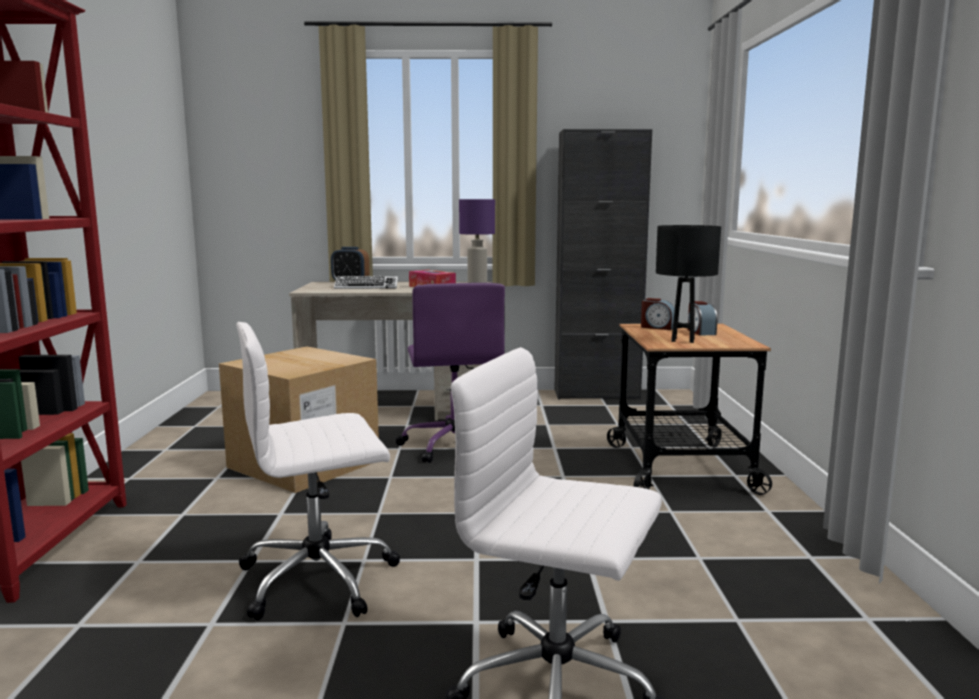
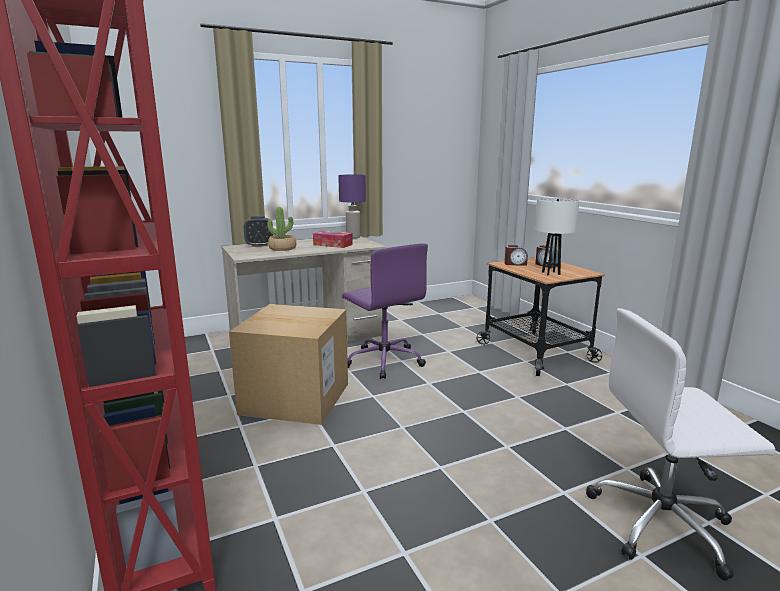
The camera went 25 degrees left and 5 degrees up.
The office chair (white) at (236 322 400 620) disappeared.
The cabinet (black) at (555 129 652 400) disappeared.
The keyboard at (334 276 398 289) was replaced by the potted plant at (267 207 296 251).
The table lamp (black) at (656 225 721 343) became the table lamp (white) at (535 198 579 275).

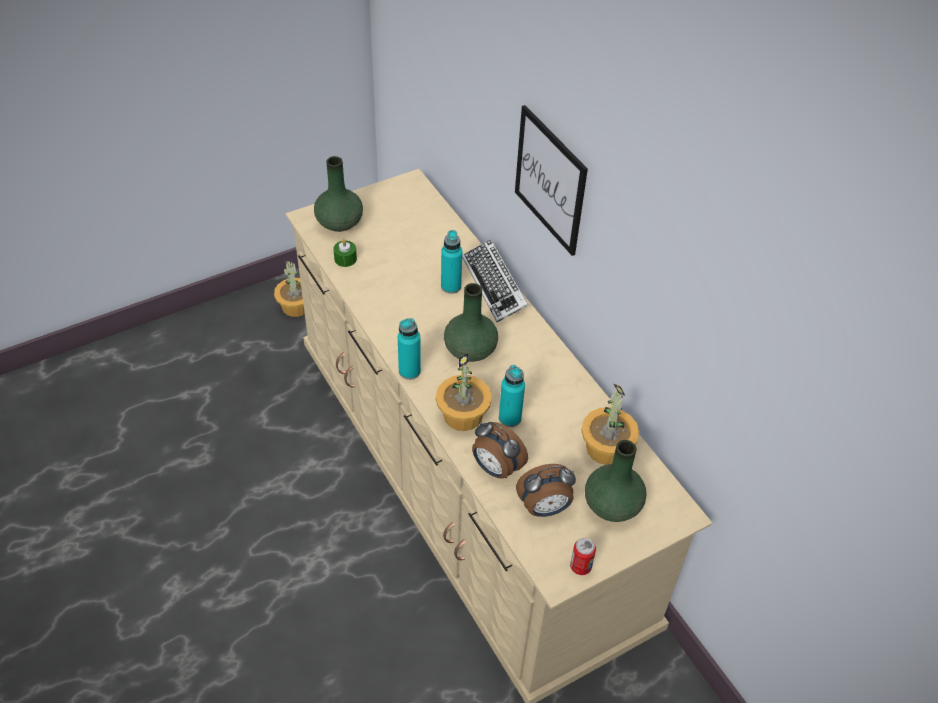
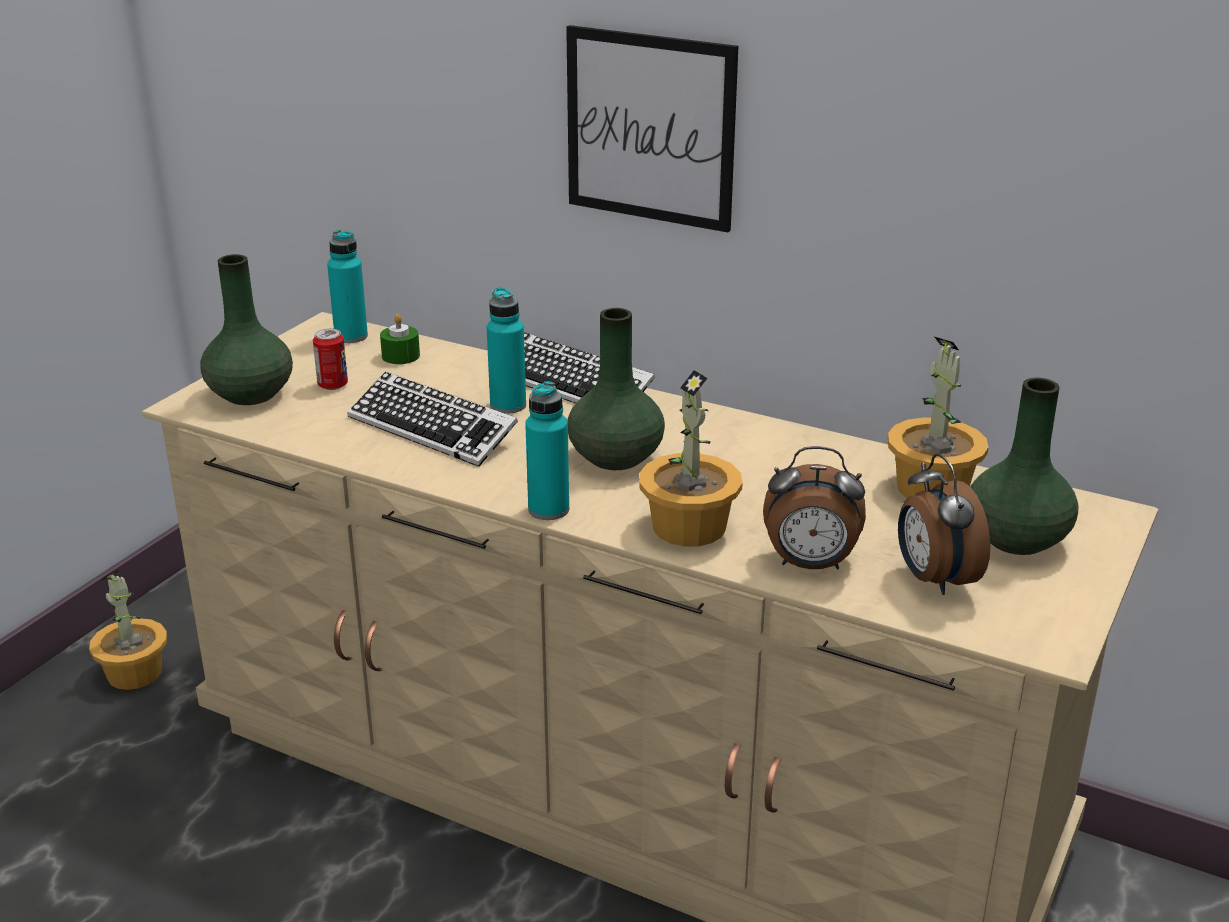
The camera went 30 degrees left and 20 degrees down.
The keyboard at (347 371 518 467) appeared.
The candle (green) moved from (333 239 357 267) to (380 314 420 364).
The bottle (turquoise) moved from (499 365 525 427) to (327 230 368 343).
The can moved from (570 538 596 575) to (313 328 348 390).
The alarm clock at (516 464 576 517) turned 120 degrees clockwise.

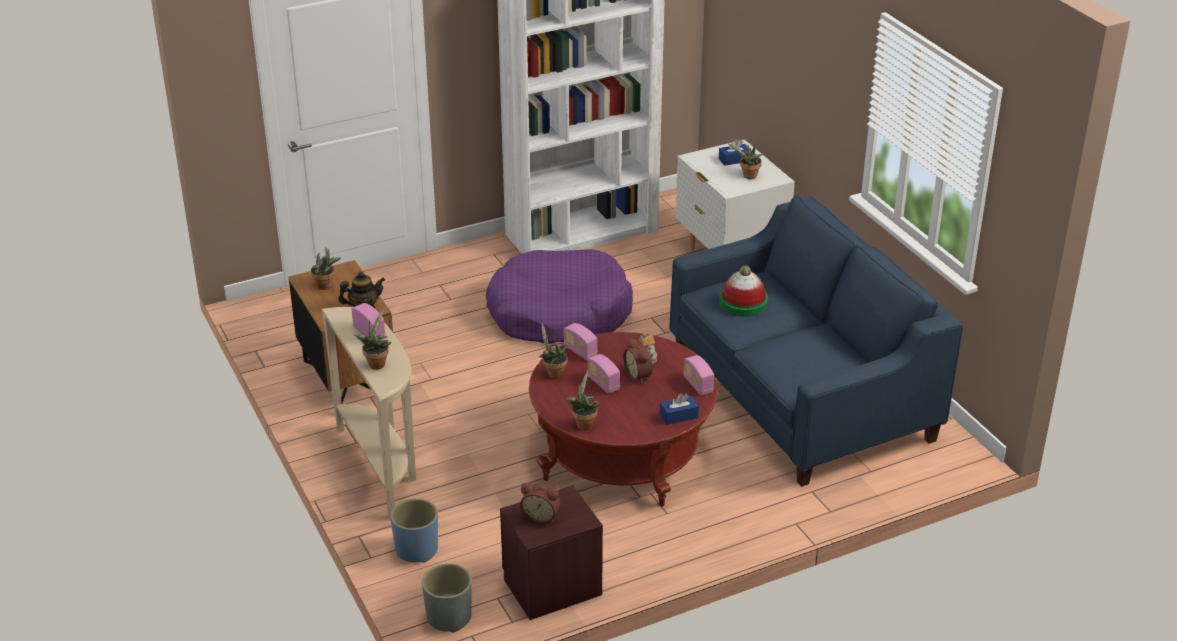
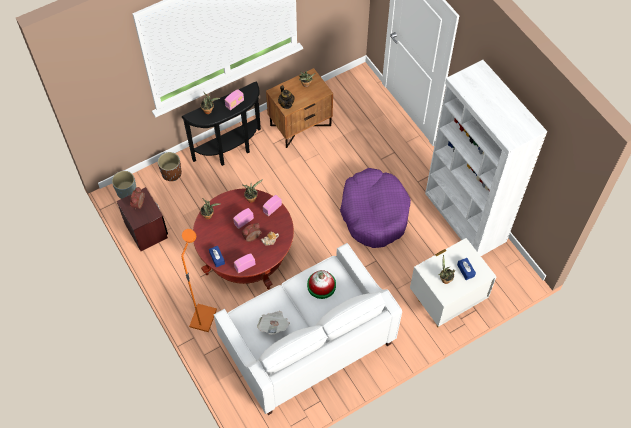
The camera went 85 degrees right and 25 degrees up.
The floor lamp (orange) at (181 229 217 332) appeared.
The newspaper at (257 311 290 335) appeared.
The console table (beige) at (322 307 416 520) became the console table (black) at (182 82 261 166).
The planter (blue) at (390 498 438 563) became the planter (brown) at (158 152 182 181).
The sofa (blue) at (669 195 963 487) became the sofa (white) at (214 243 402 415).

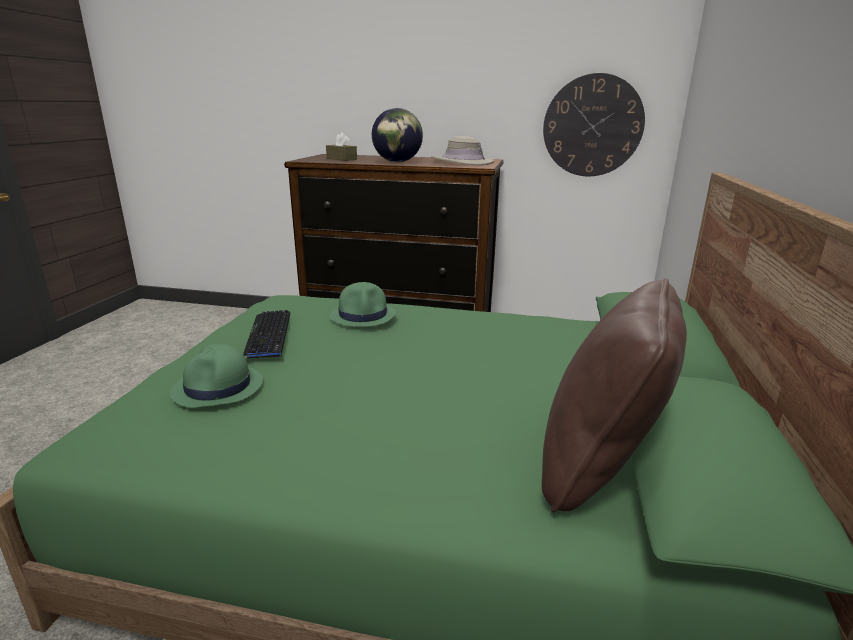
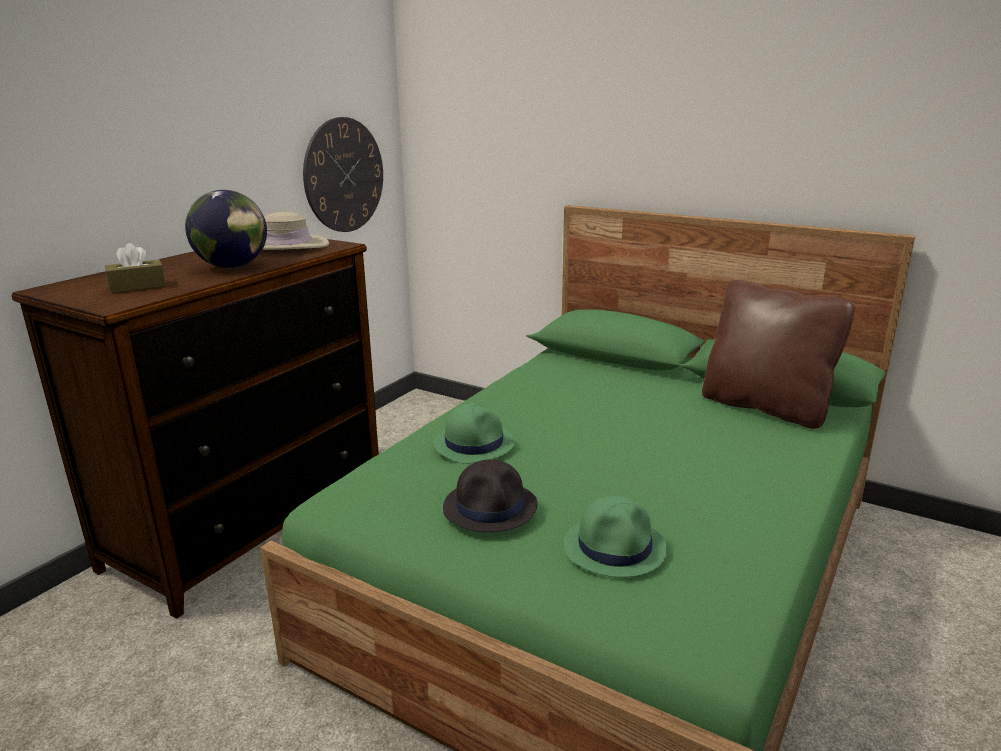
The camera went 70 degrees left and 0 degrees up.
The keyboard at (243 310 290 358) was replaced by the hat (black) at (443 459 538 532).

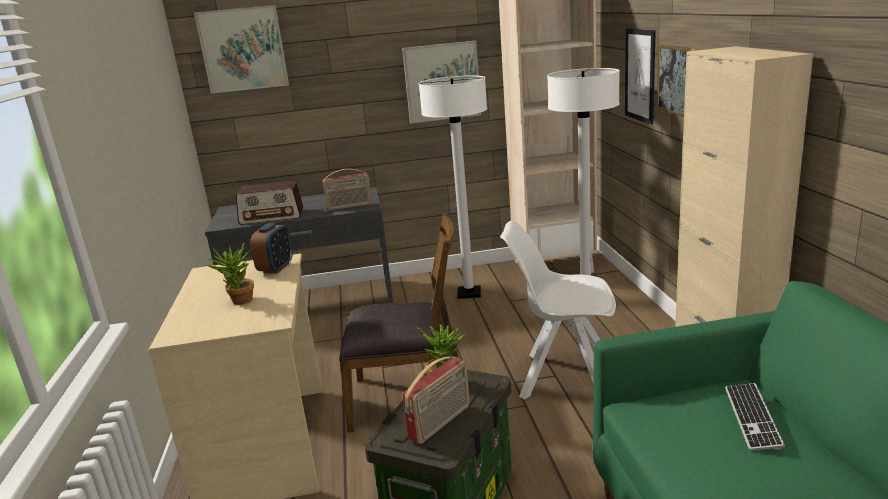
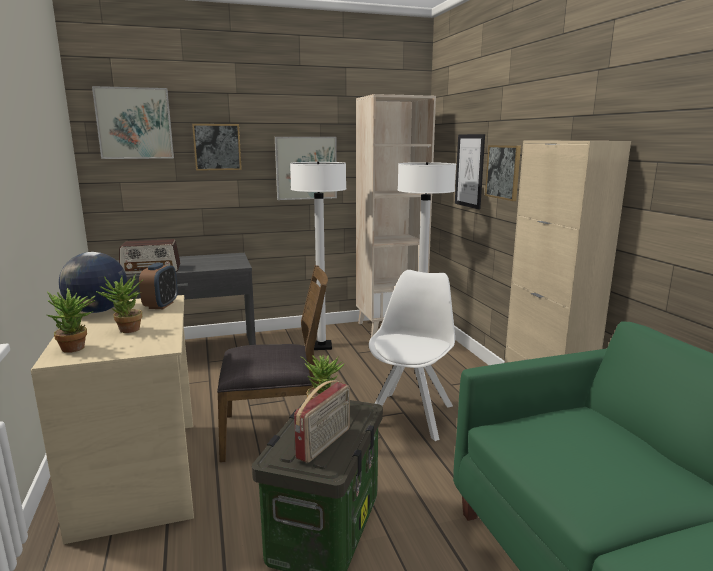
The camera went 10 degrees left and 5 degrees down.
The radio at (323 169 372 210) disappeared.
The keyboard at (725 383 785 450) disappeared.
The potted plant at (47 288 95 353) appeared.
The globe at (59 252 127 313) appeared.
The picture at (192 124 242 171) appeared.
The chair (white) at (500 221 616 399) turned 105 degrees clockwise.

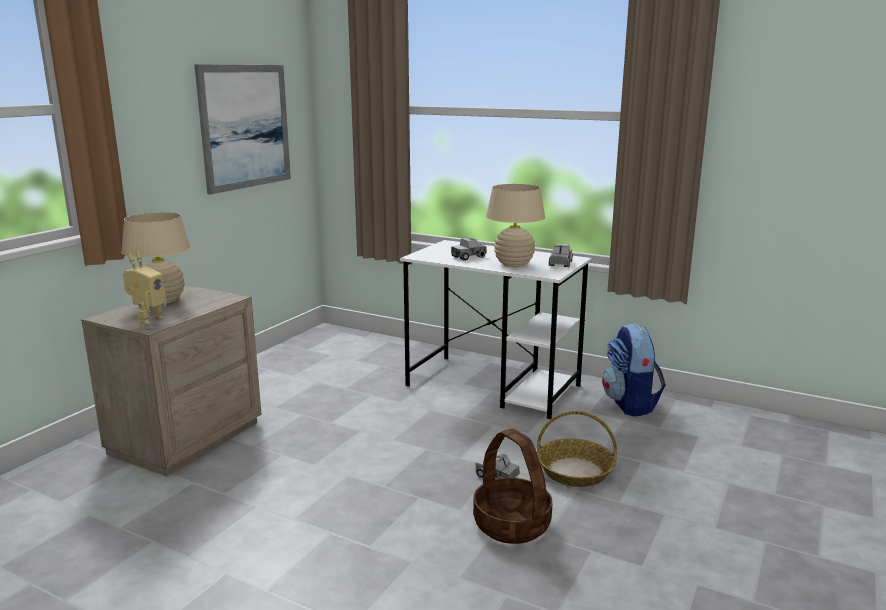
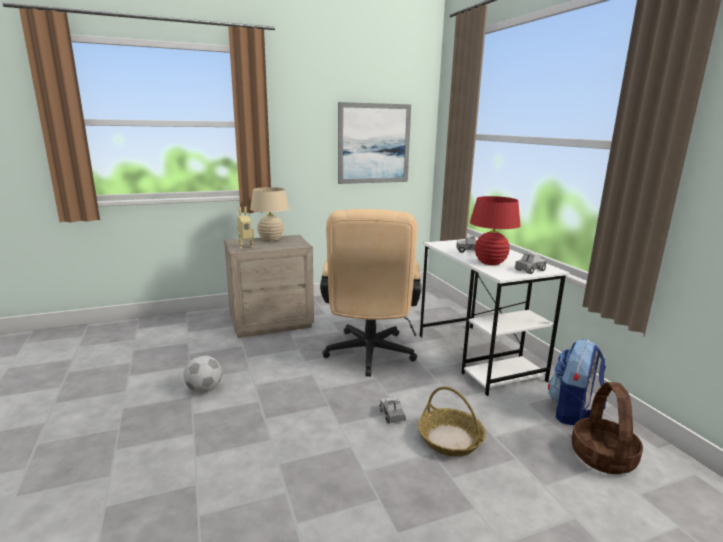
The camera went 40 degrees right and 0 degrees up.
The football at (184 355 222 393) appeared.
The office chair (beige) at (320 209 421 377) appeared.
The basket moved from (473 428 553 544) to (571 382 643 474).
The table lamp (beige) at (486 184 545 267) became the table lamp (red) at (470 196 520 265).

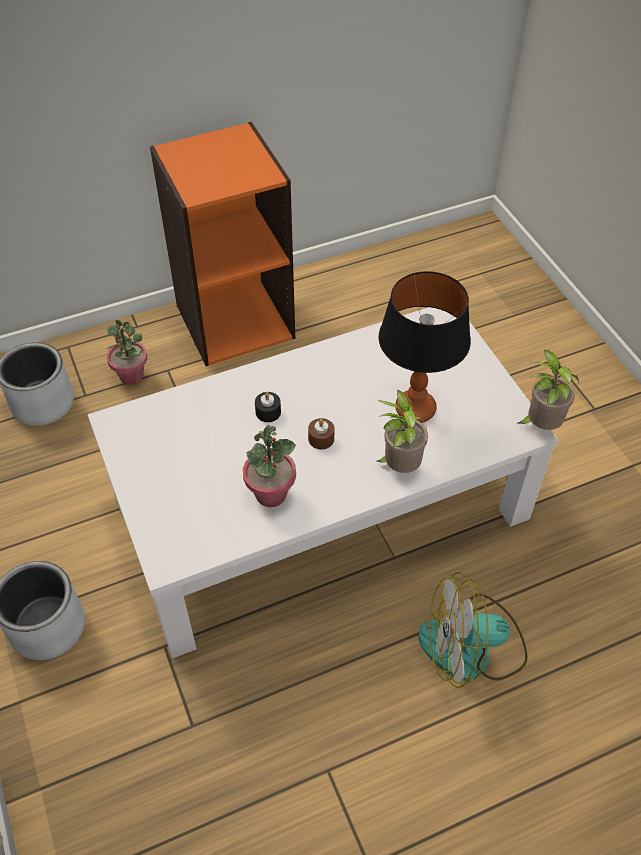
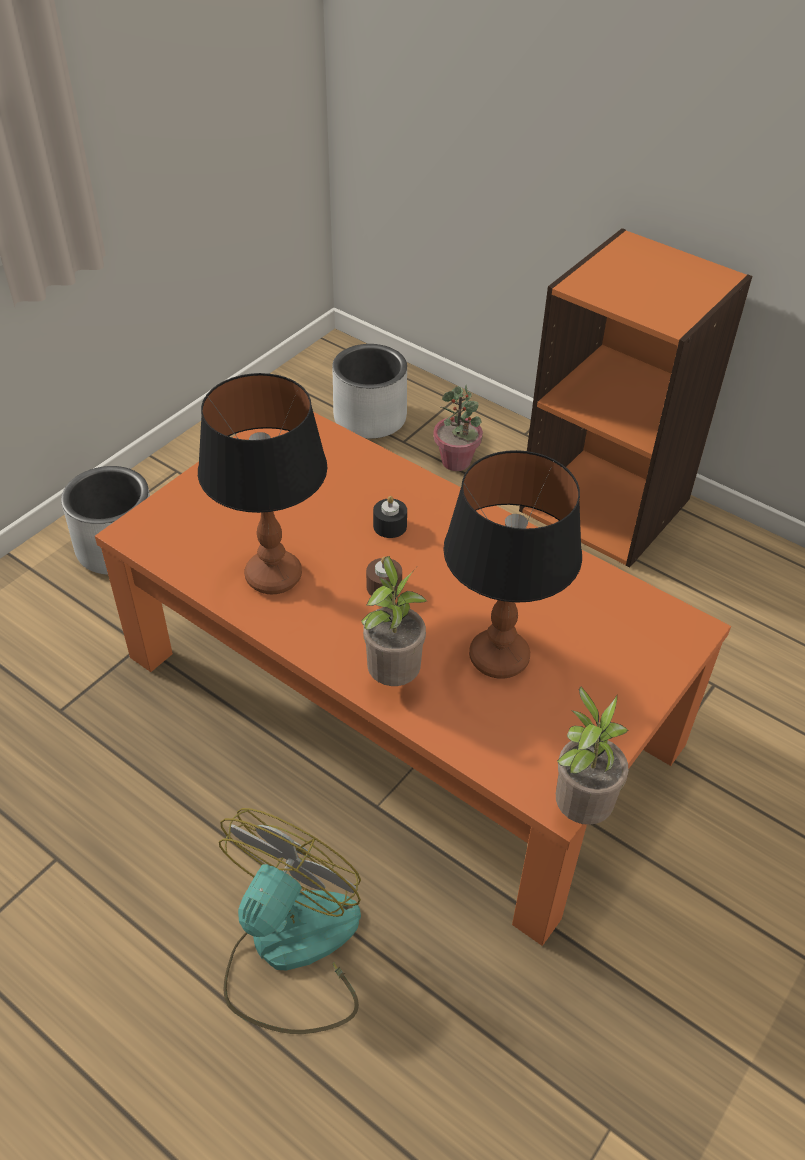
The camera went 60 degrees right and 5 degrees down.
The potted plant at (243 425 296 507) was replaced by the table lamp at (198 373 327 594).
The coffee table (white) at (88 307 559 658) became the coffee table (orange) at (95 412 731 946).
The fan at (418 572 528 688) turned 60 degrees clockwise.

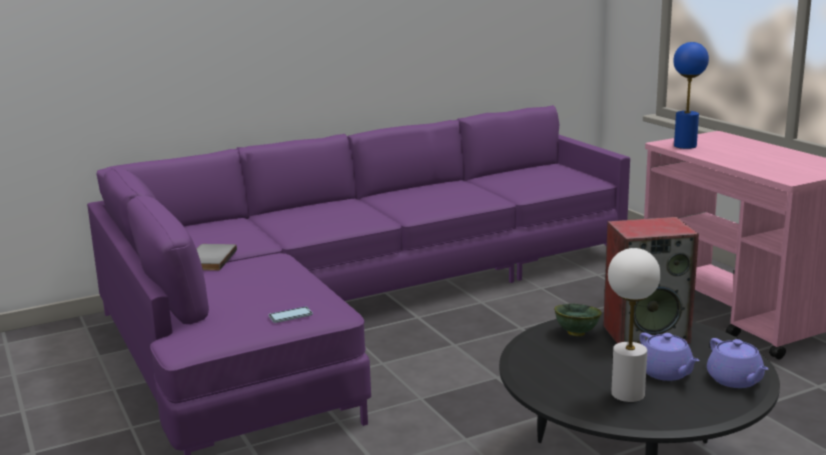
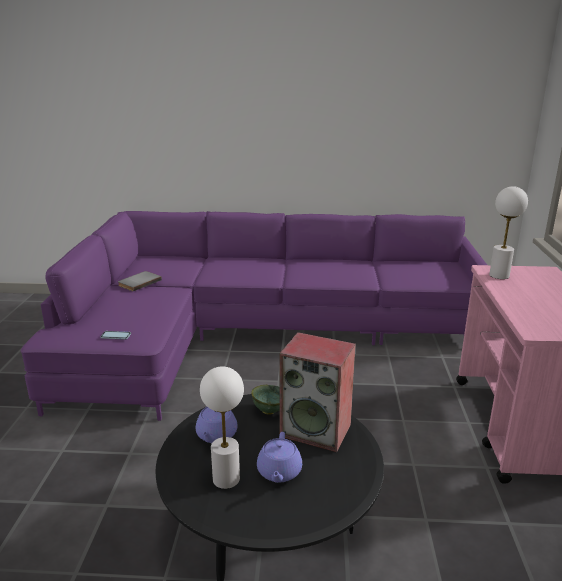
The camera went 30 degrees right and 5 degrees up.
The teapot (purple) moved from (707 338 768 388) to (196 407 238 443).
The table lamp (blue) at (673 42 709 149) became the table lamp (white) at (489 186 528 279).

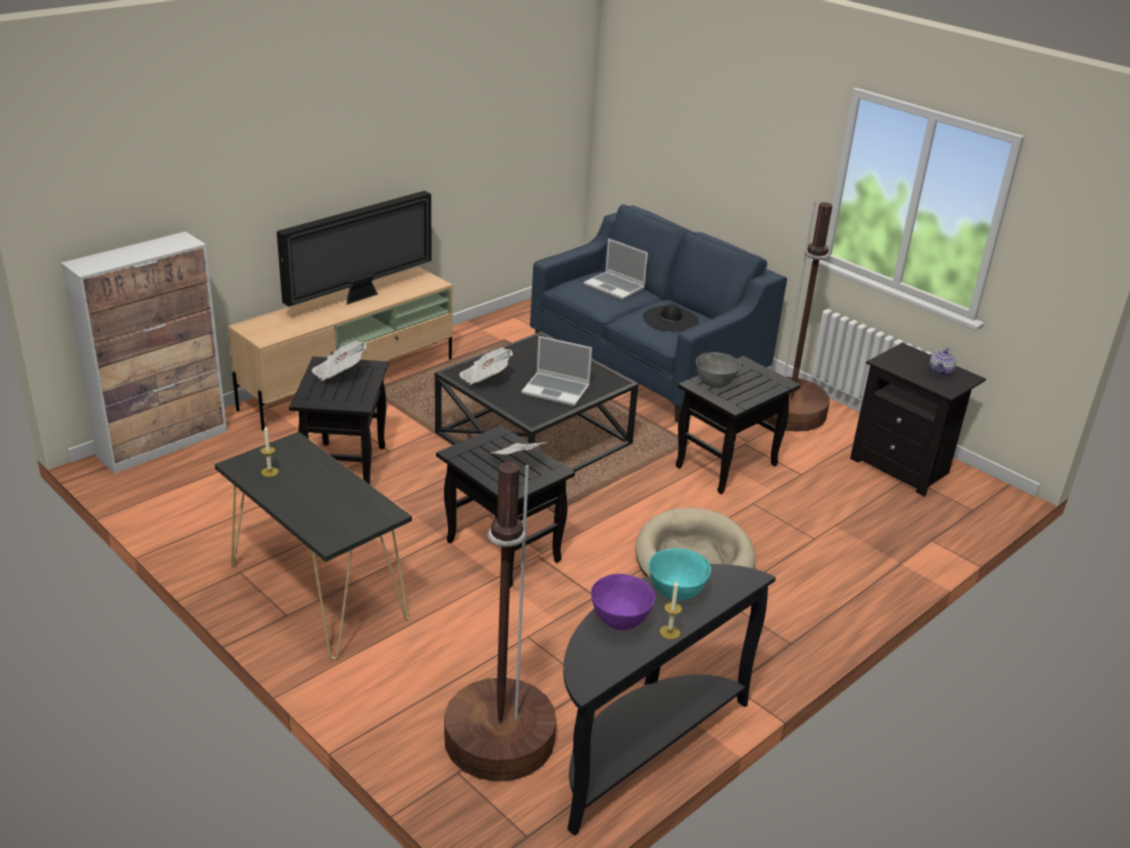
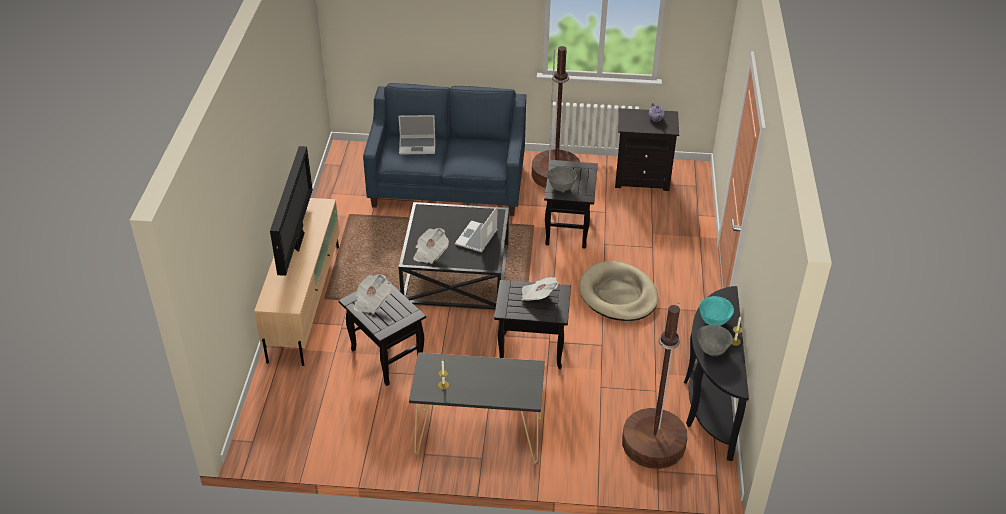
The camera went 40 degrees left and 10 degrees up.
The cabinet at (61 231 227 474) disappeared.
The hat (black) at (643 304 699 331) disappeared.
The bowl (purple) at (591 574 655 630) became the bowl (grey) at (697 325 733 356).
The laptop at (521 336 592 406) turned 135 degrees clockwise.

